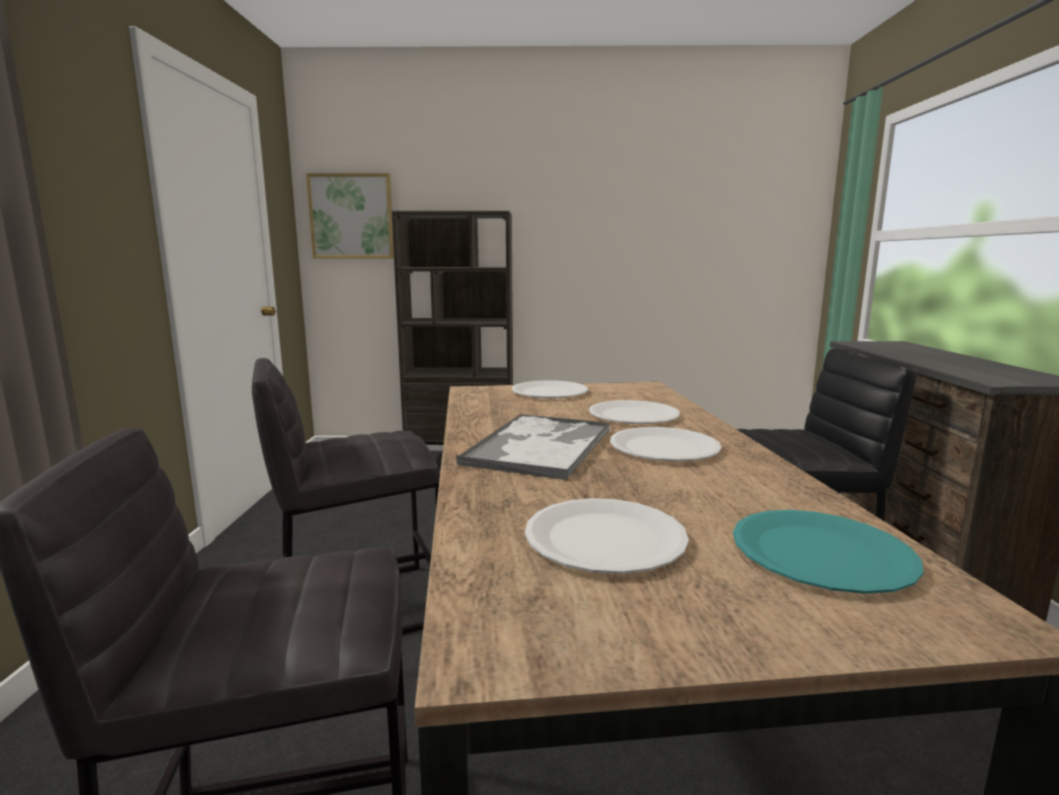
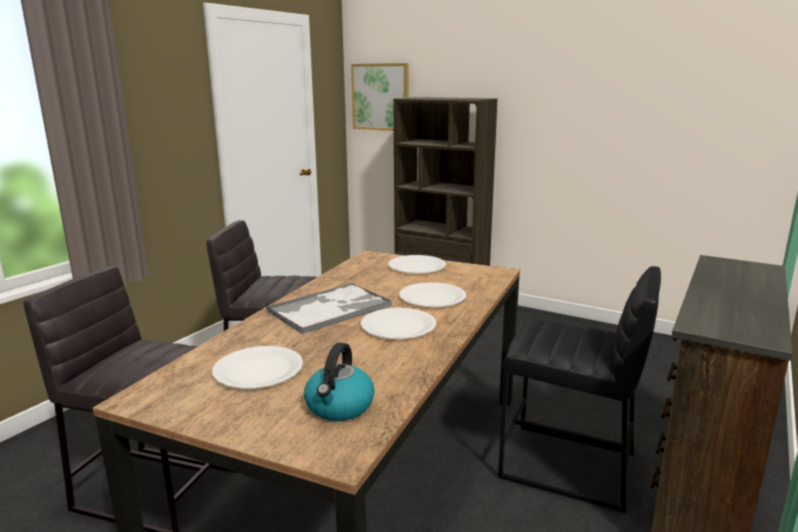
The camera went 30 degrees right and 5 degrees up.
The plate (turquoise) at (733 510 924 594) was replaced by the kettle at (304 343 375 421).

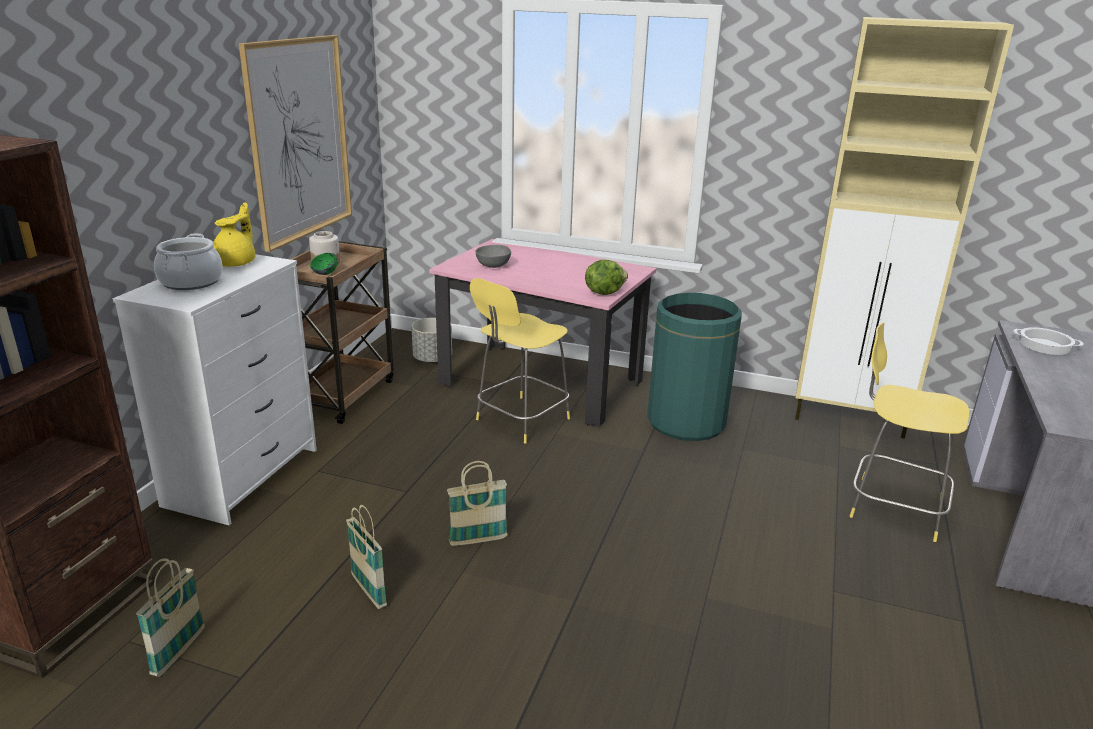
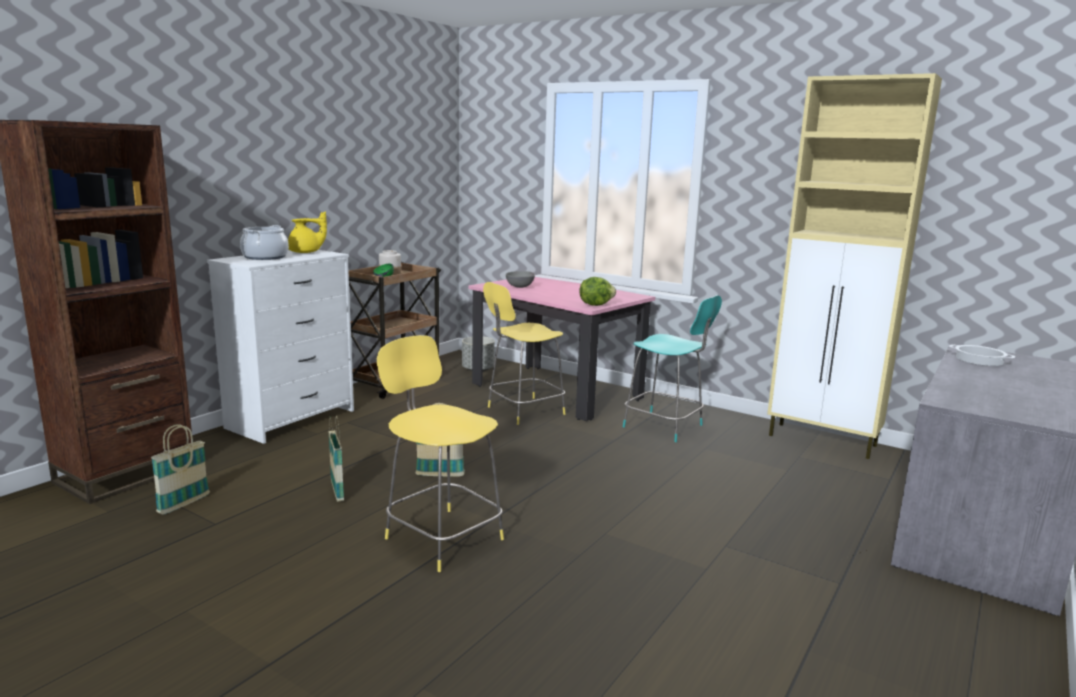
The camera went 15 degrees right and 10 degrees down.
The picture at (238 35 352 252) disappeared.
The stool (yellow) moved from (849 322 970 542) to (377 335 504 572).
The trash can (green) at (647 293 742 441) was replaced by the stool (turquoise) at (623 295 722 442).
The teapot (yellow) at (213 202 256 267) turned 45 degrees clockwise.

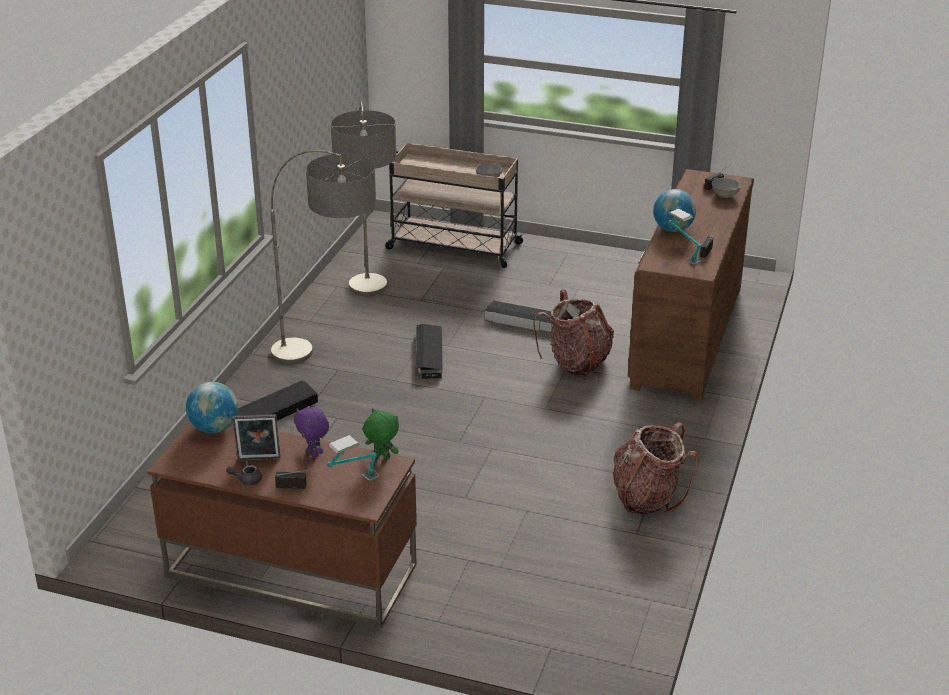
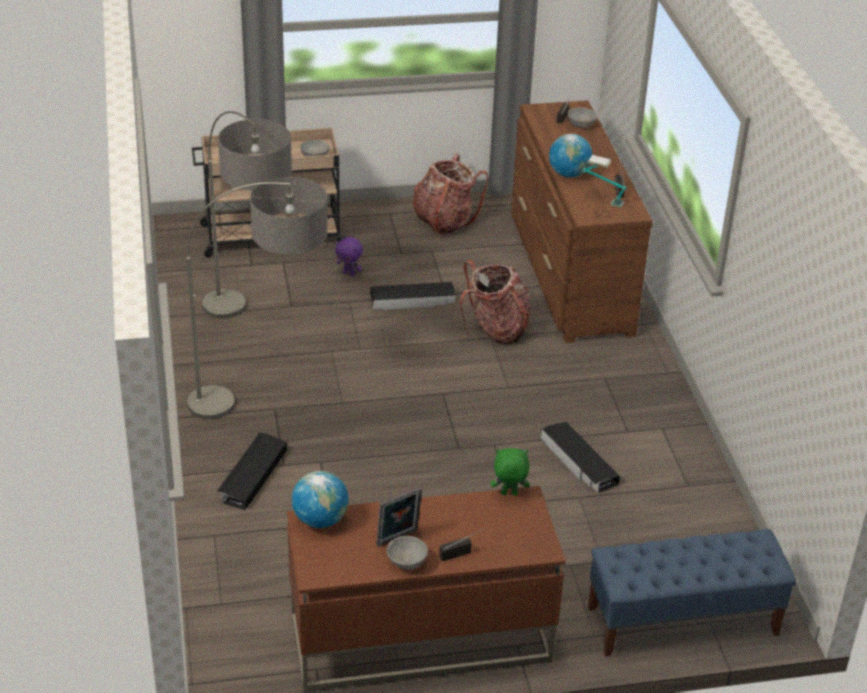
The camera went 30 degrees left and 5 degrees up.
The table lamp at (327 435 380 481) disappeared.
The bench (blue) at (588 529 796 657) appeared.
The plush toy (purple) moved from (294 407 329 458) to (335 237 363 276).
The storage box (black) moved from (416 324 443 379) to (541 422 620 493).
The backpack moved from (613 422 699 515) to (413 154 488 235).
The teapot (grey) at (226 460 262 485) was replaced by the bowl (grey) at (387 536 428 570).

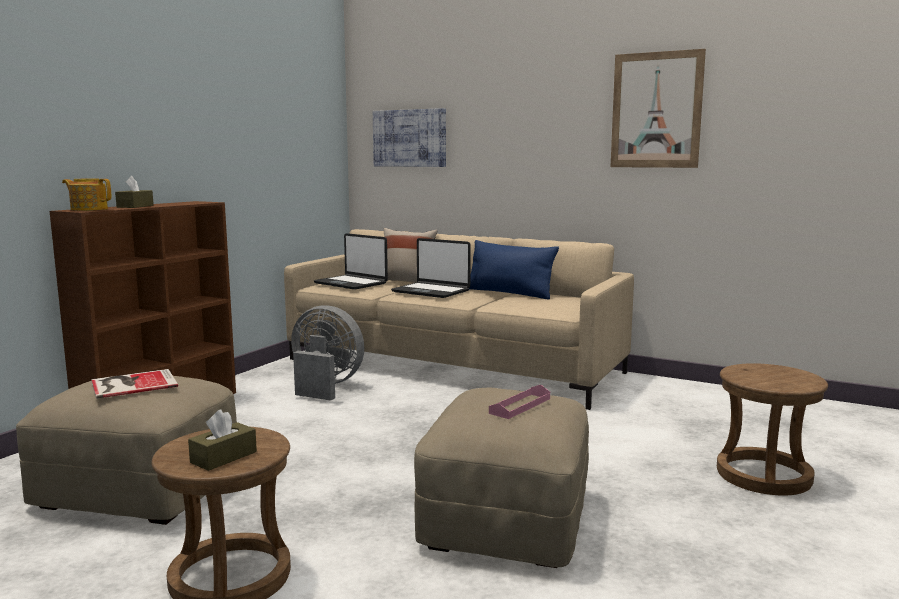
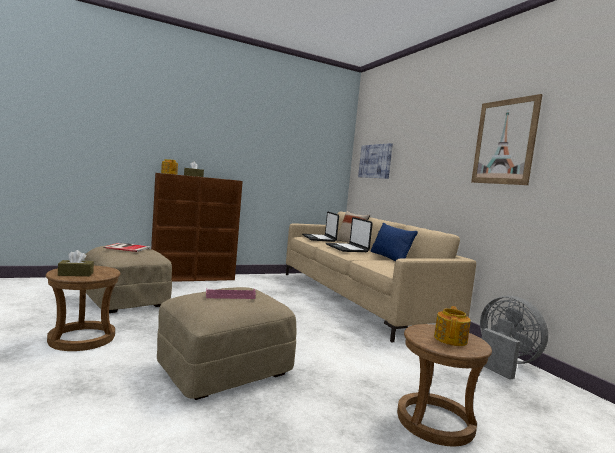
The camera went 35 degrees right and 5 degrees down.
The teapot at (434 306 471 346) appeared.
The fan (grey) moved from (291 305 364 401) to (480 296 548 380).

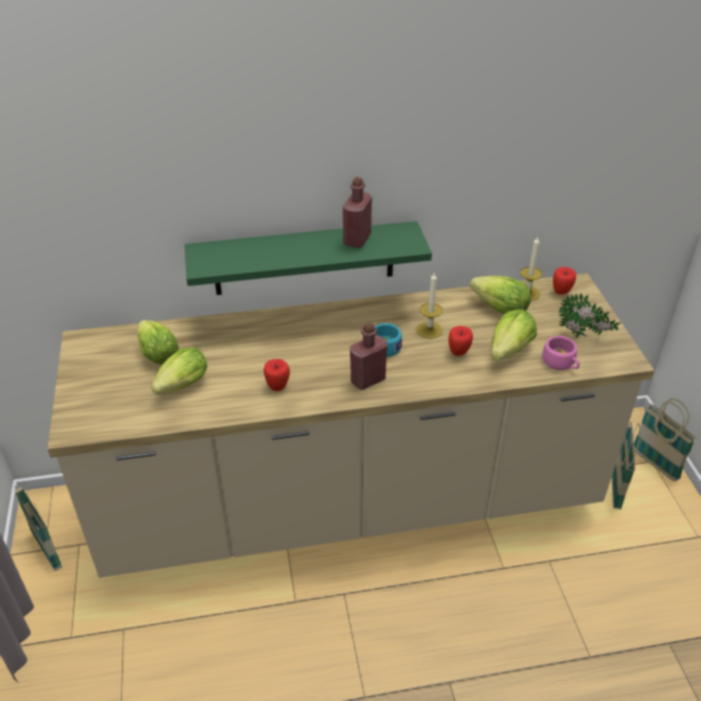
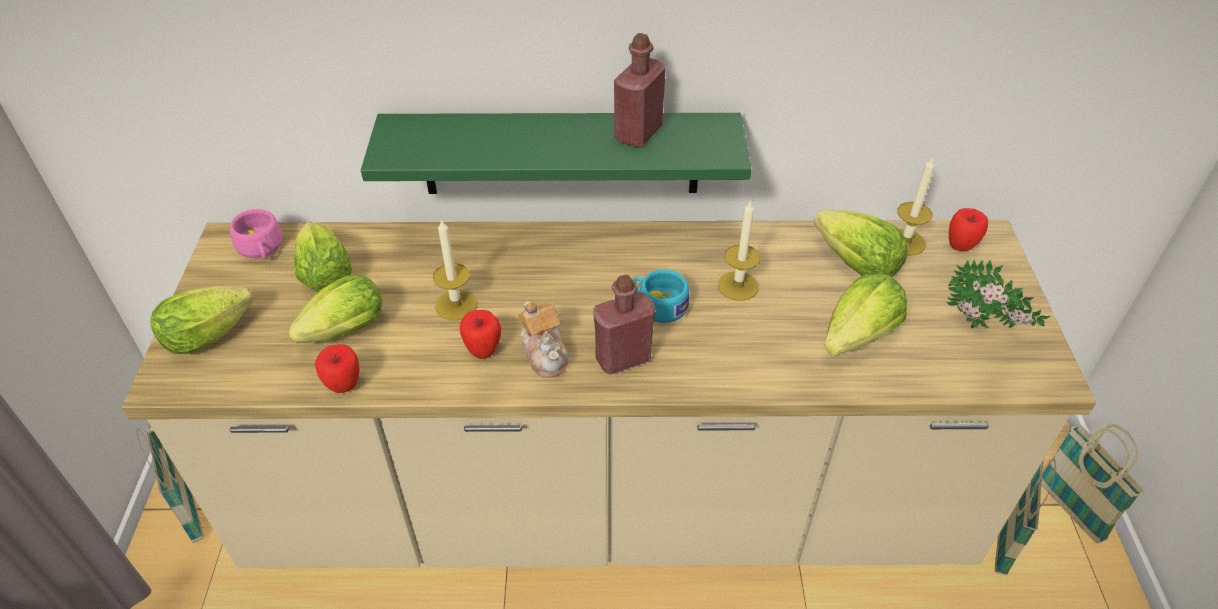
The camera went 10 degrees right and 5 degrees up.
The lettuce at (150 286 253 354) appeared.
The candle at (433 219 477 321) appeared.
The teapot at (518 301 569 378) appeared.
The apple moved from (448 326 473 356) to (315 344 359 393).
The cup (pink) moved from (542 336 580 370) to (229 209 283 259).

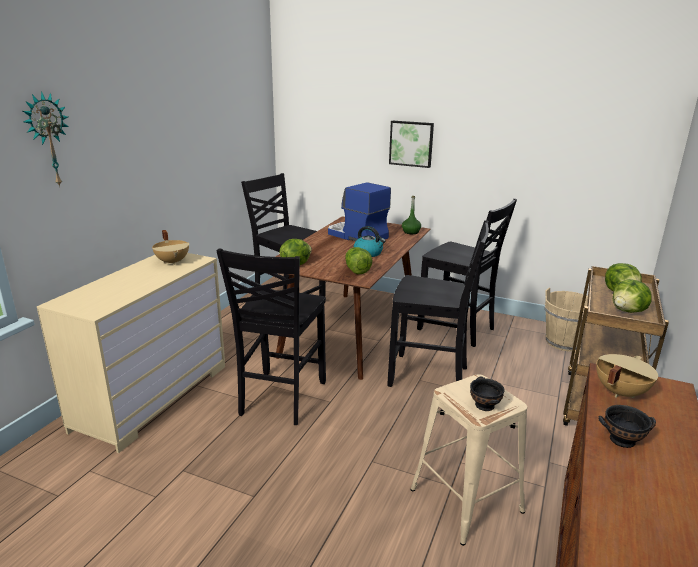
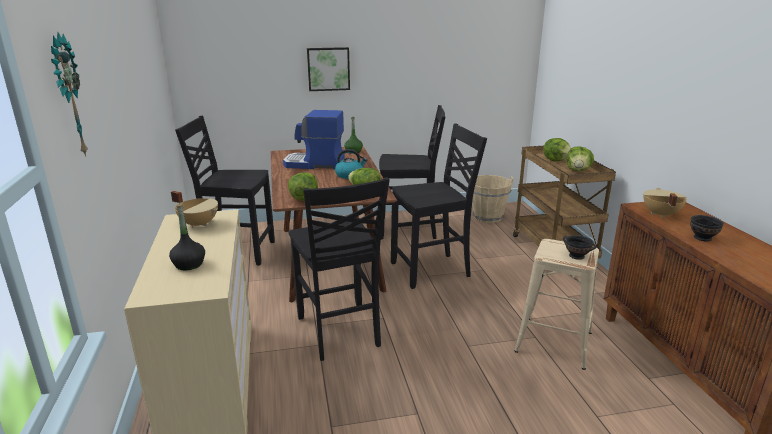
The camera went 35 degrees left and 0 degrees up.
The bottle (black) at (169 204 205 270) appeared.

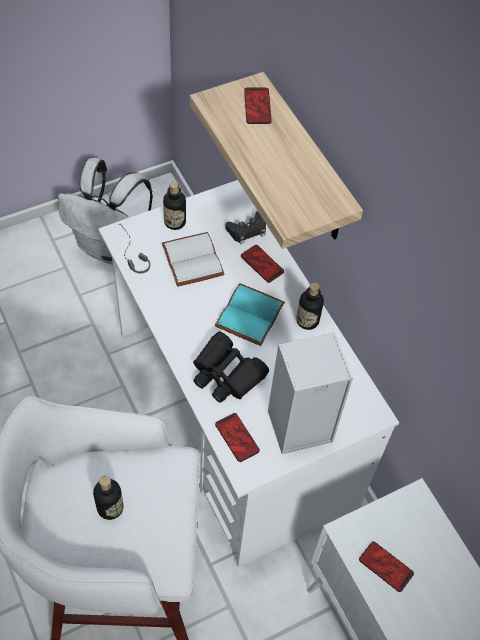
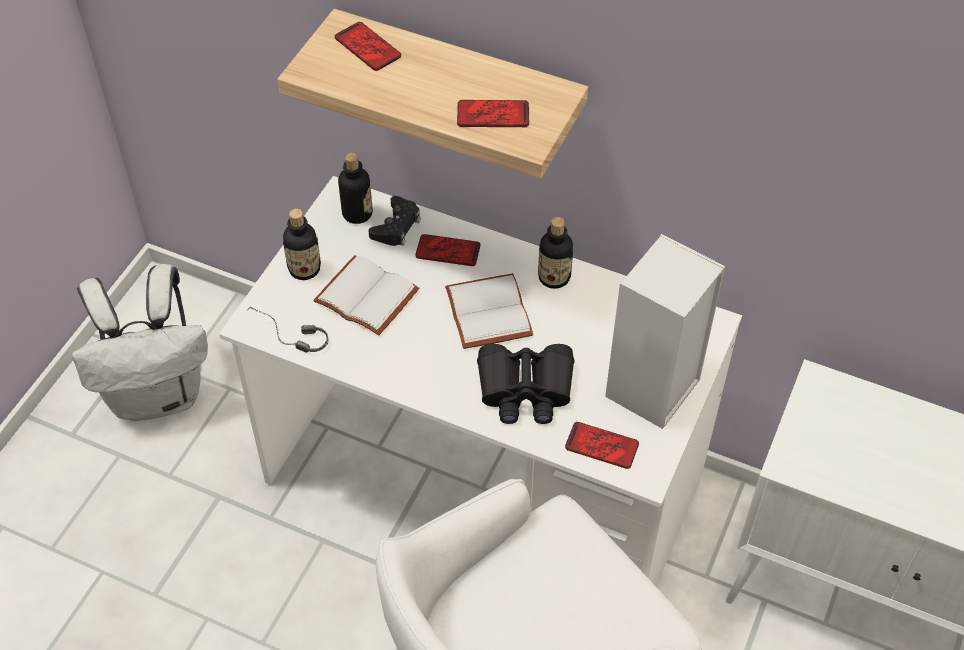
The camera went 35 degrees left and 5 degrees down.
The bottle moved from (93 476 124 520) to (338 153 373 224).
The phone moved from (359 541 414 592) to (457 100 529 127).
The book (turquoise) at (215 283 285 346) became the book (white) at (445 273 533 349).

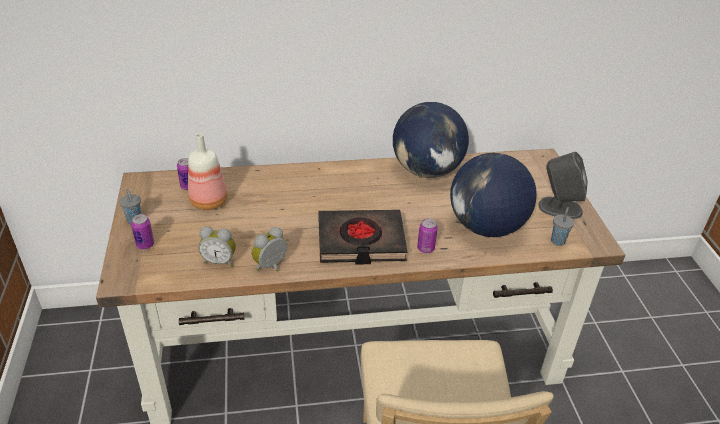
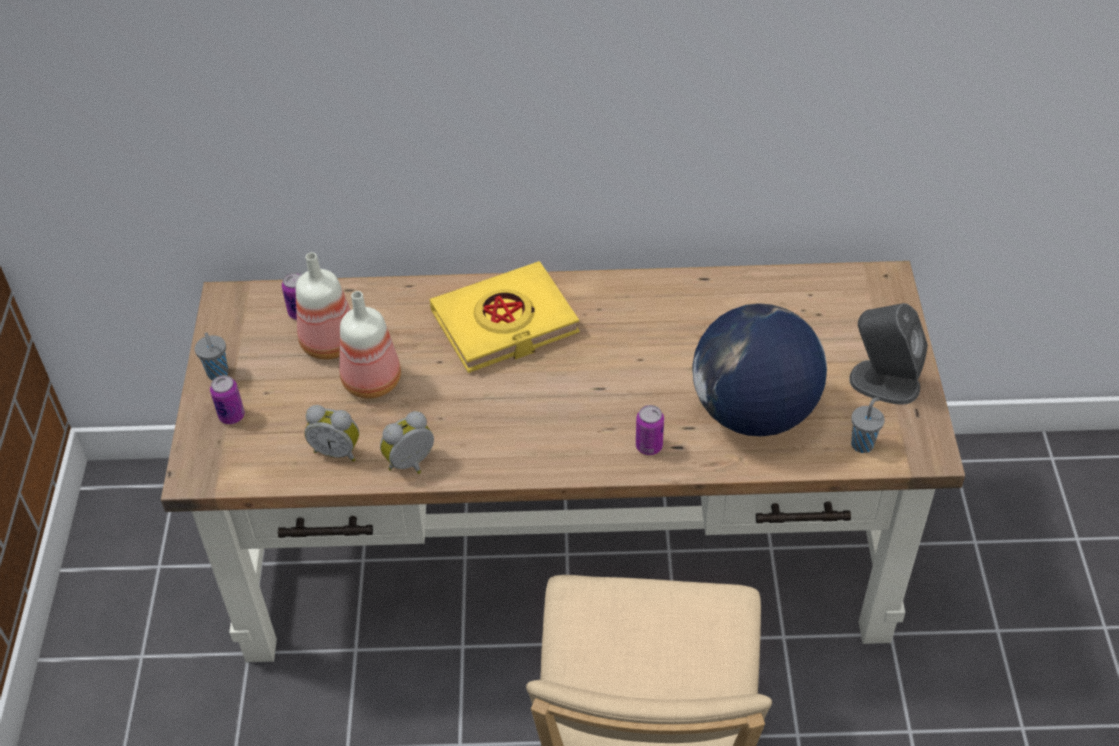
The camera went 10 degrees right and 10 degrees up.
The book (black) at (318 210 408 265) disappeared.
The globe at (393 102 469 178) disappeared.
The bottle at (339 291 401 399) appeared.
The book (yellow) at (430 261 580 373) appeared.

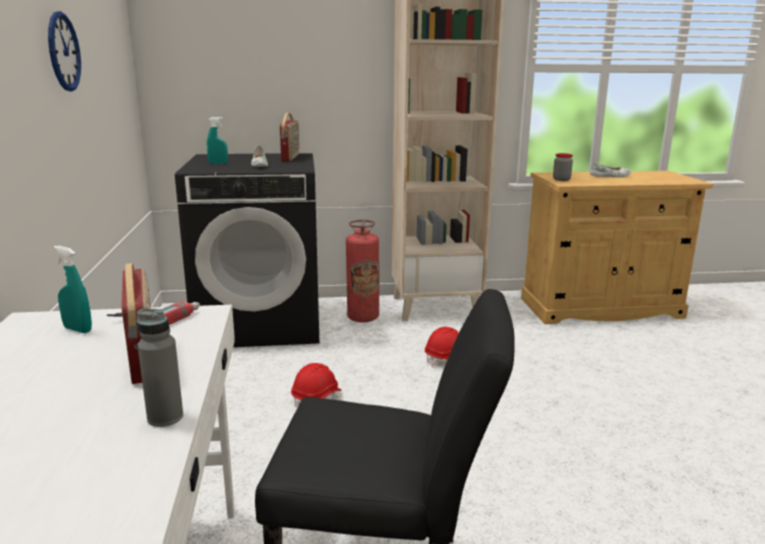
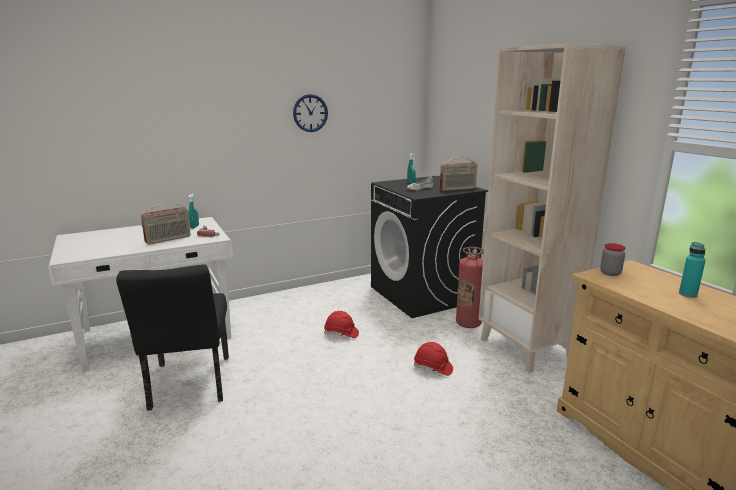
The camera went 70 degrees right and 0 degrees up.
The bottle (grey) at (137 309 183 427) disappeared.
The shoe (white) at (590 161 631 178) was replaced by the bottle (turquoise) at (679 242 706 298).

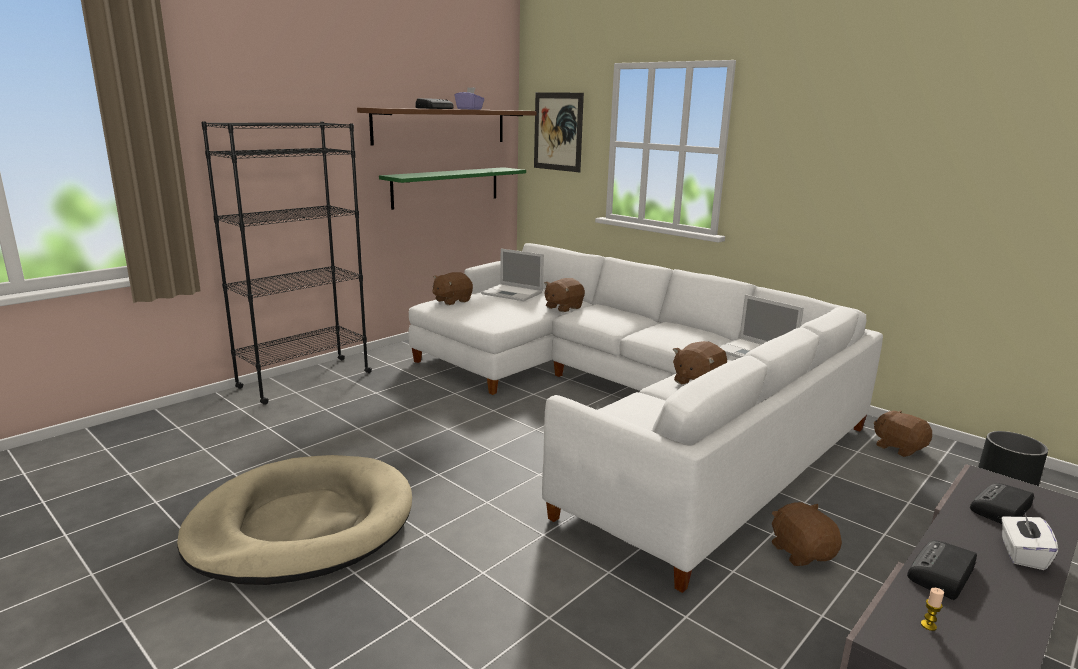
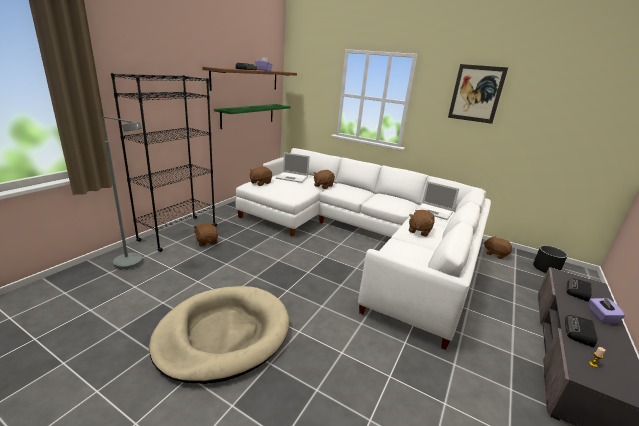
The camera went 15 degrees left and 5 degrees up.
The floor lamp (grey) at (102 116 143 270) appeared.
The picture moved from (534 92 584 172) to (448 64 508 124).
The plush toy (brown) moved from (772 502 842 566) to (193 223 218 246).
The tissue box (white) at (1001 510 1058 570) became the tissue box (purple) at (589 296 625 324).

